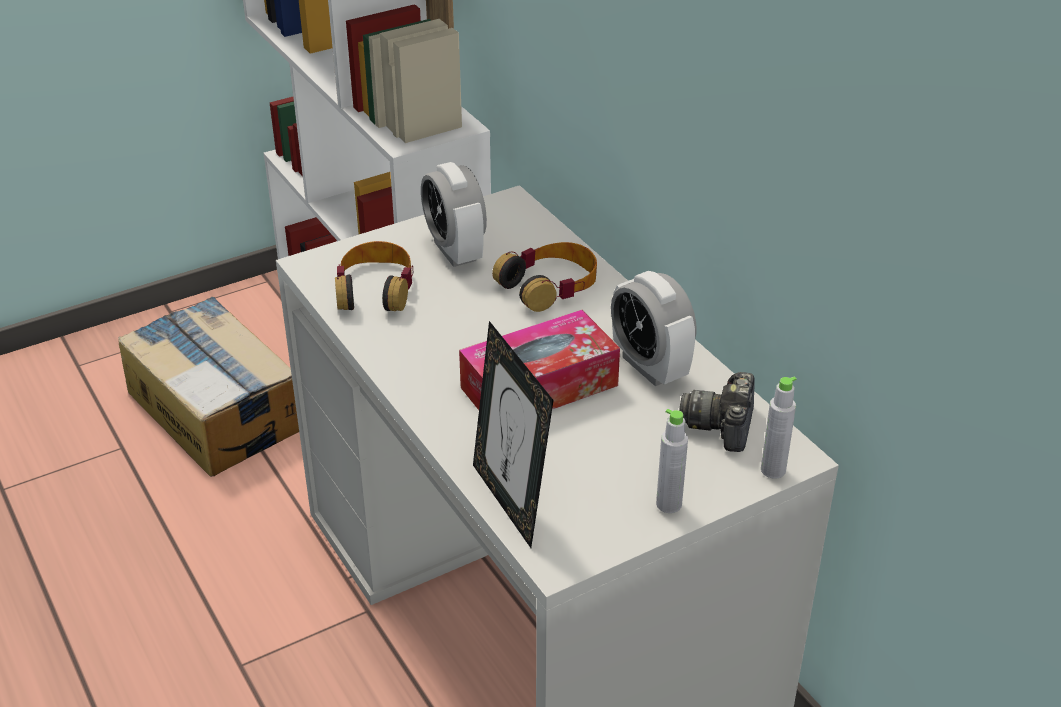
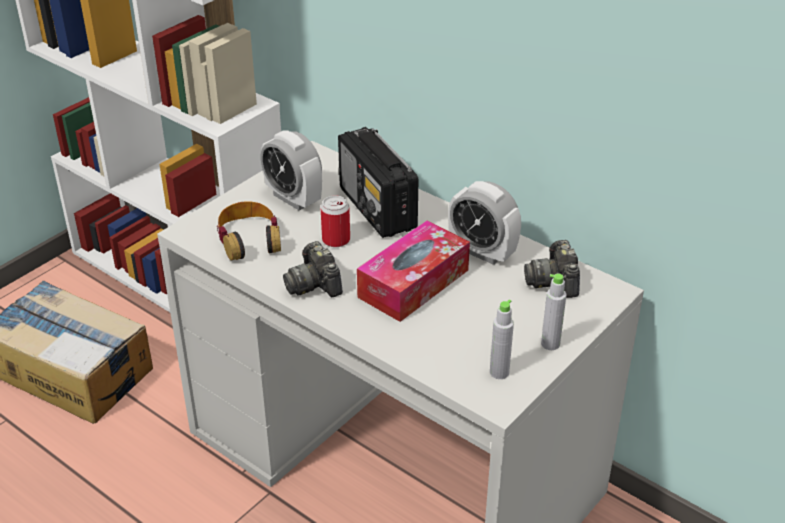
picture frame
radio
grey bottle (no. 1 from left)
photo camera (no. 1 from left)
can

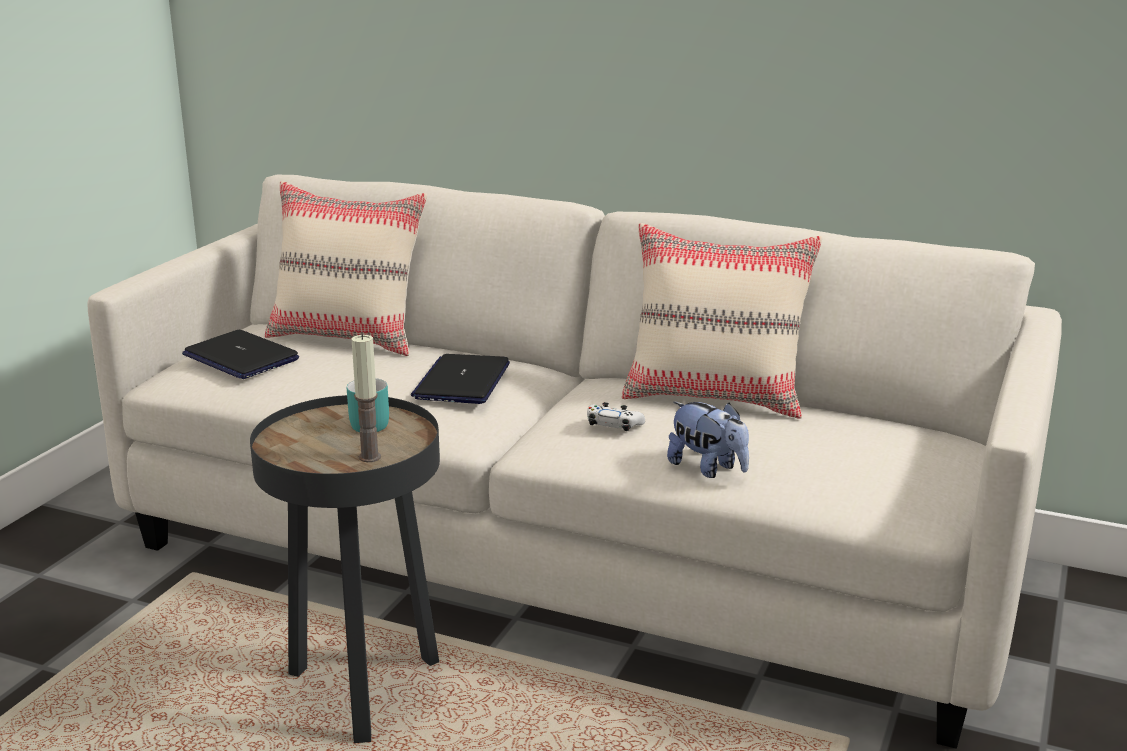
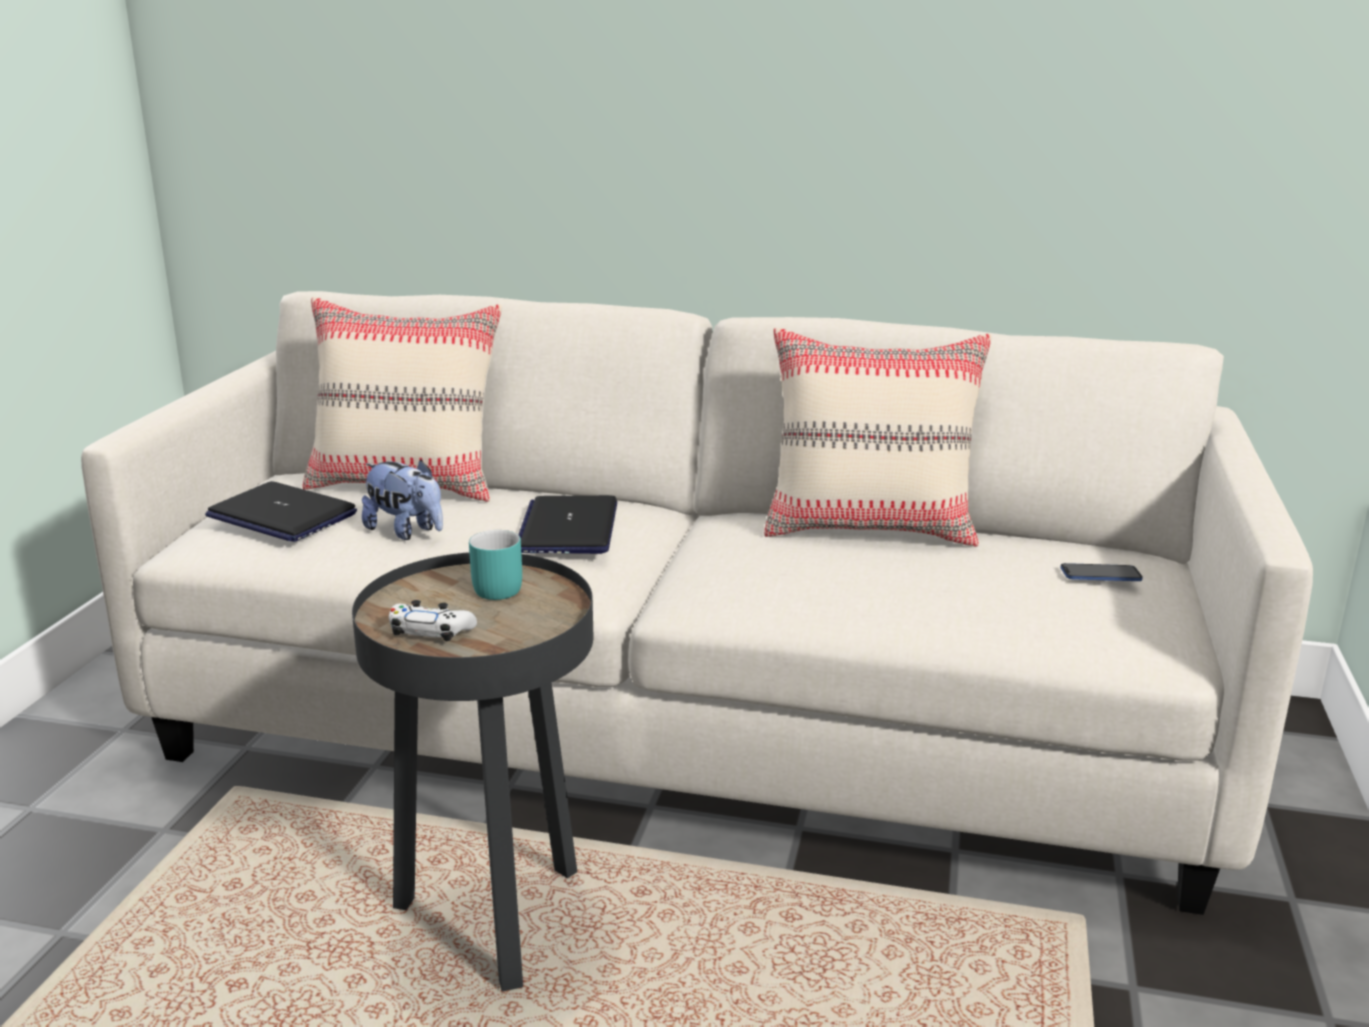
candle
white game controller
plush toy
phone

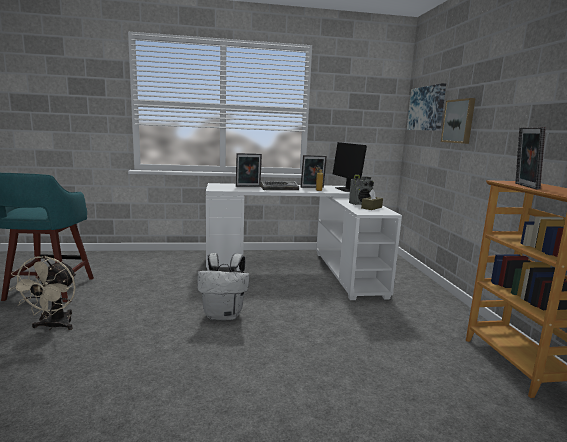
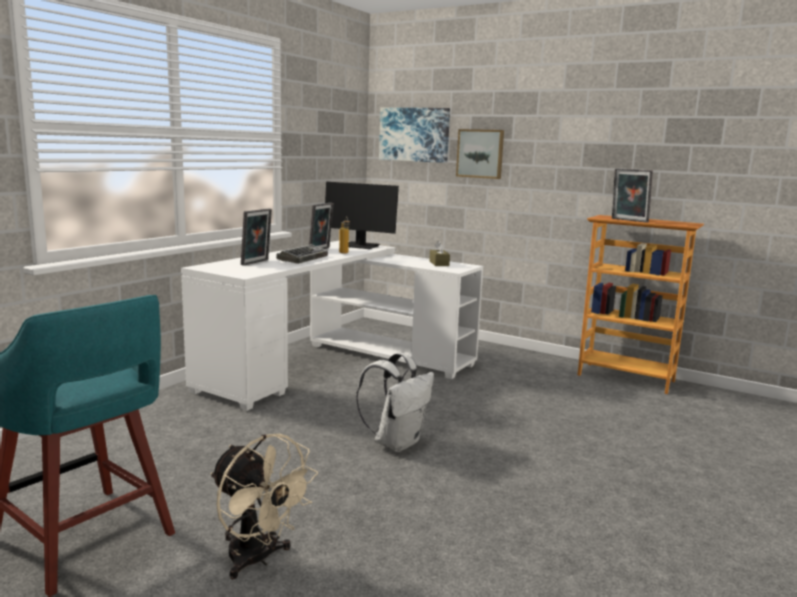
radio

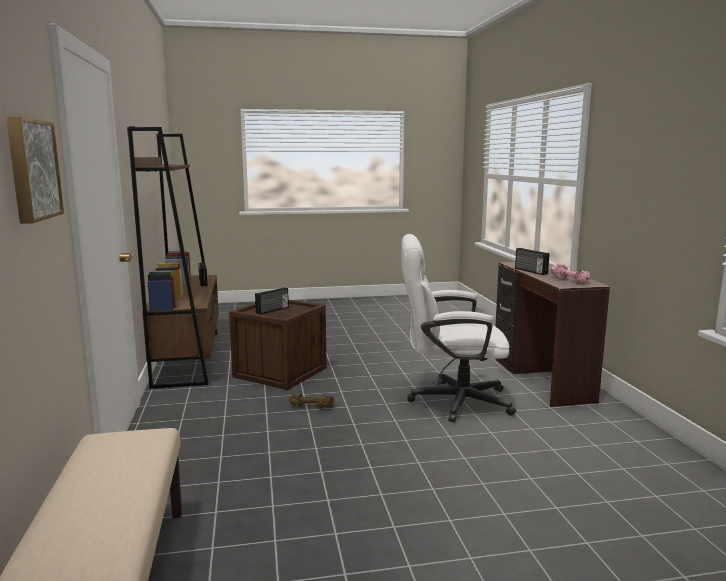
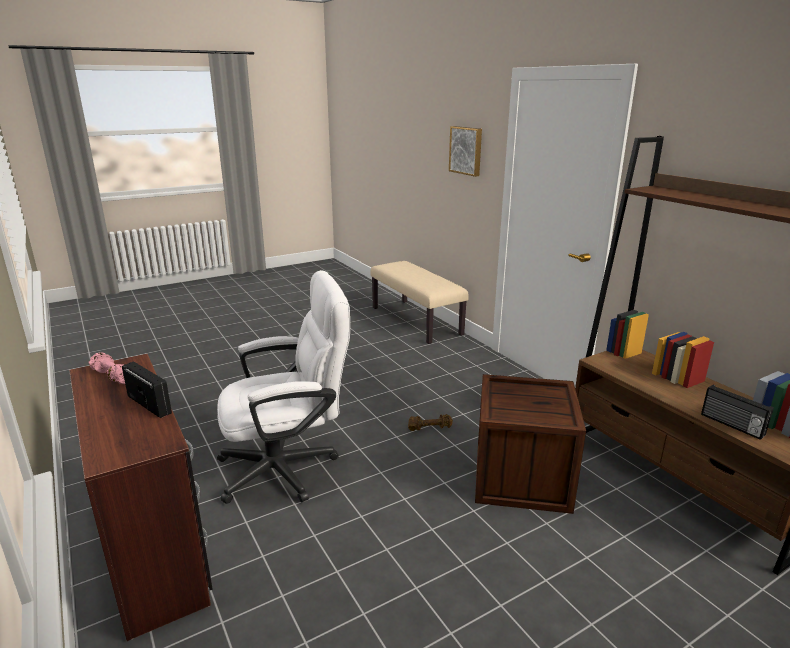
radio (no. 2 from left in the first image)

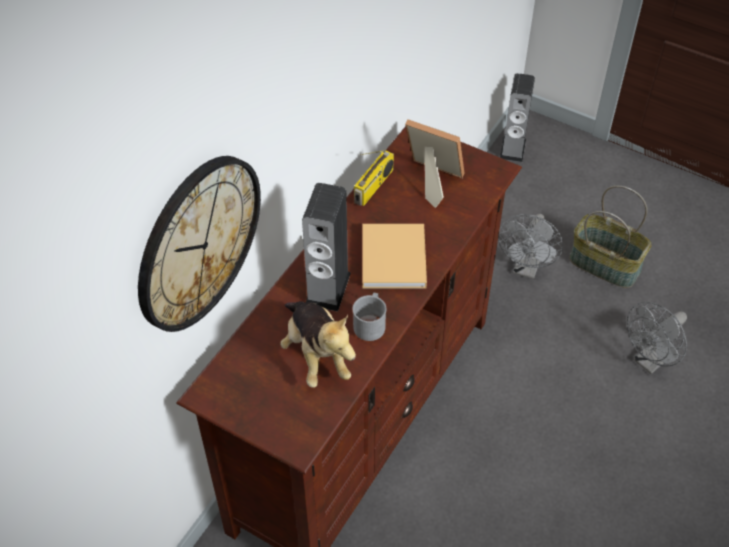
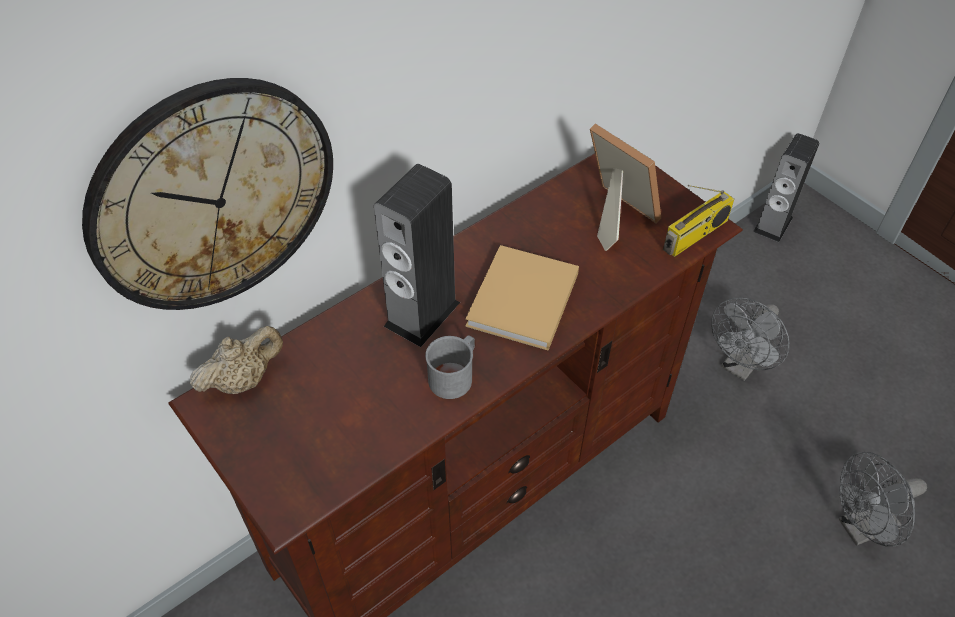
plush toy
radio
basket
beige teapot

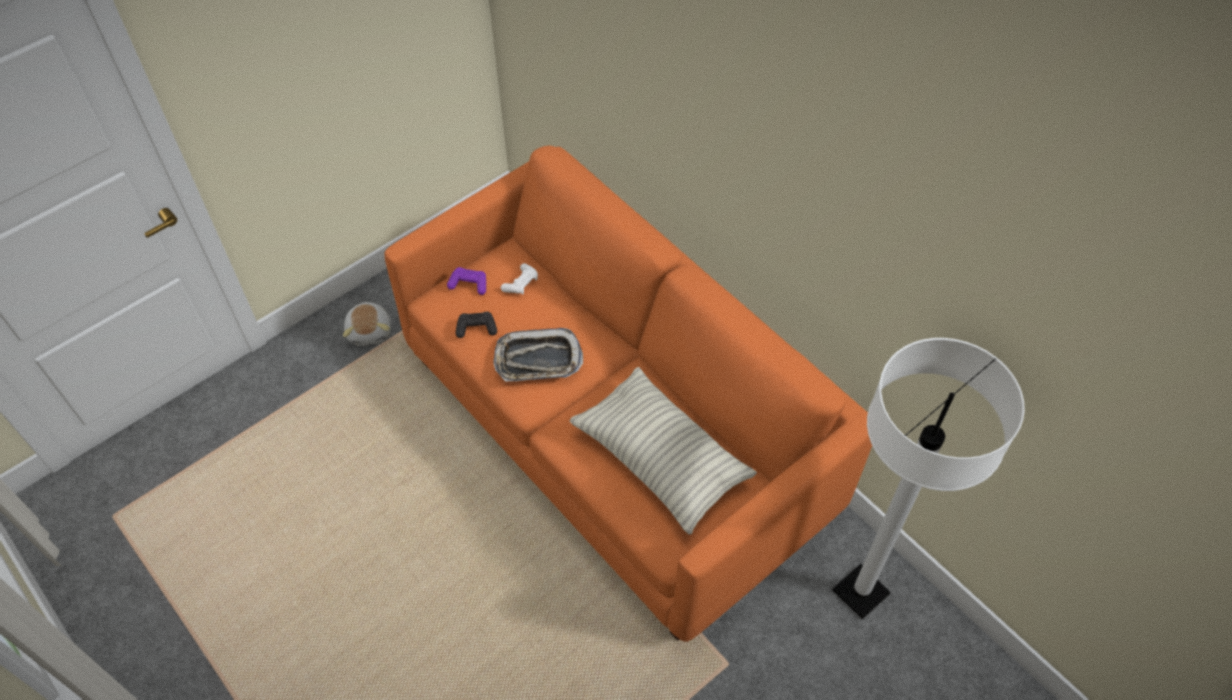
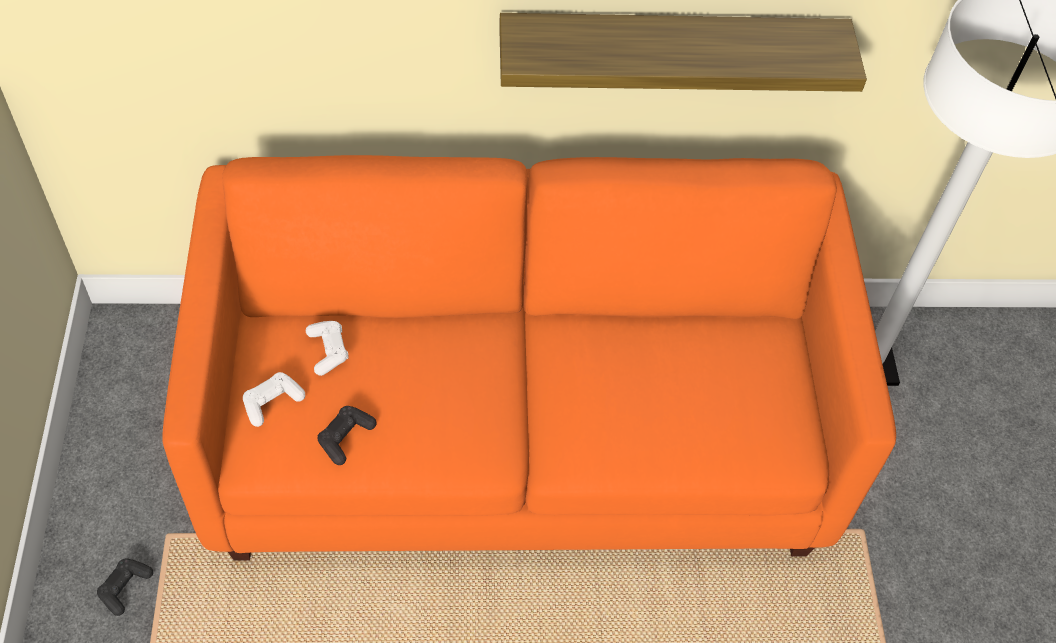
black game controller (no. 1 from left)
white game controller (no. 1 from left)
tray
pillow
shelf

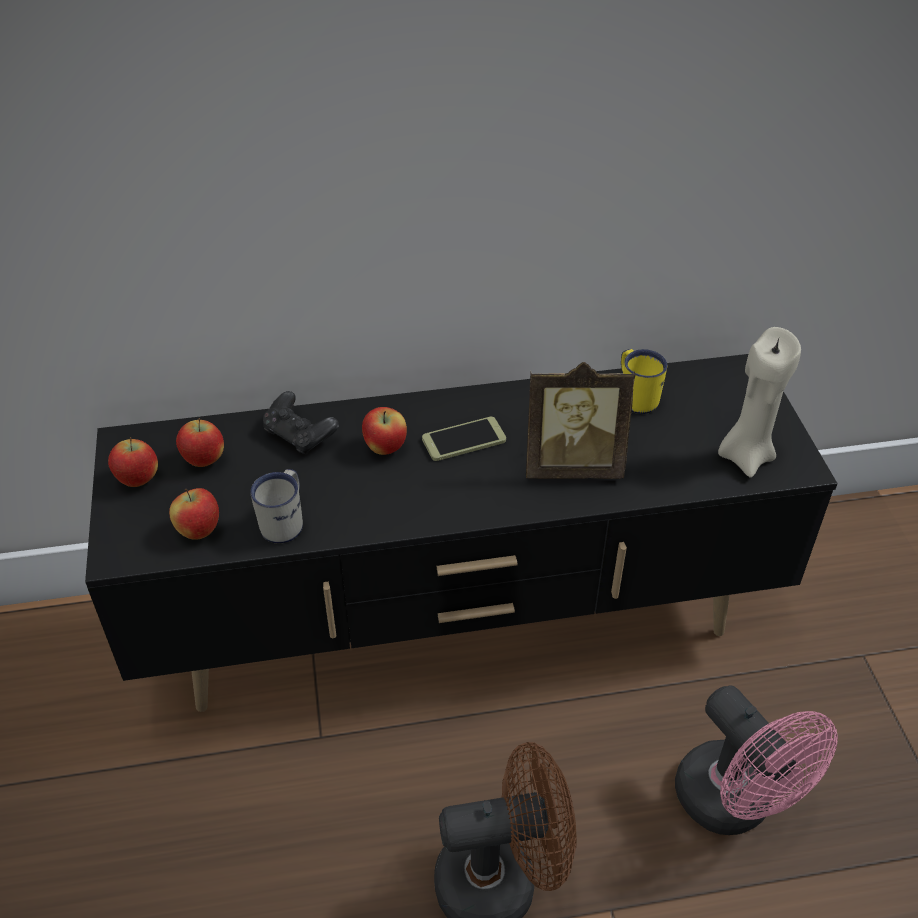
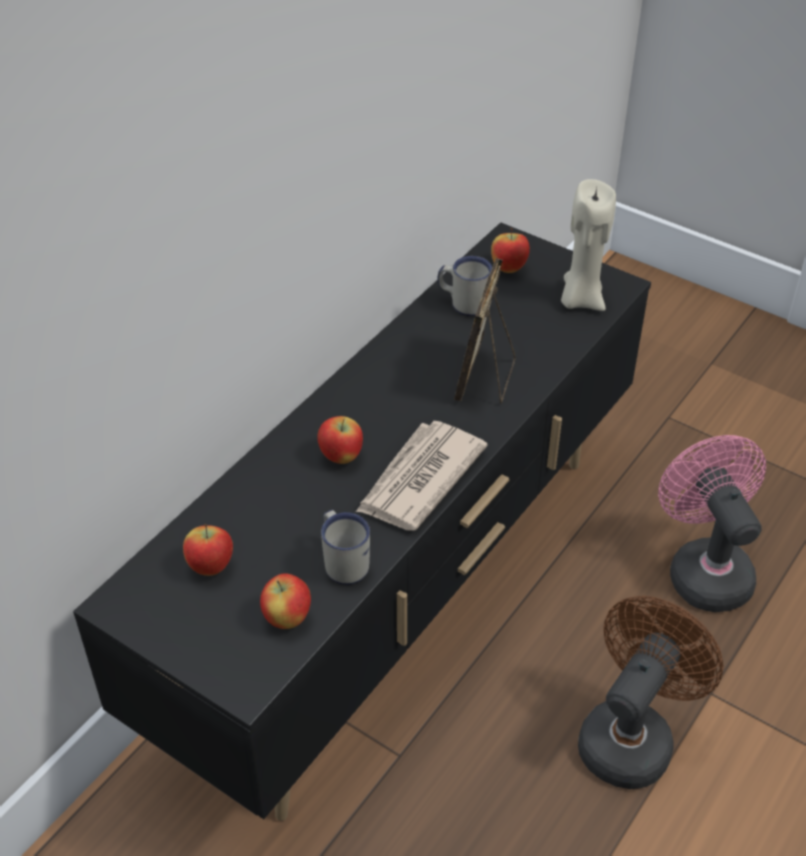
apple (no. 4 from left)
black game controller
phone
picture frame
white mug (no. 2 from left)
pink fan
newspaper

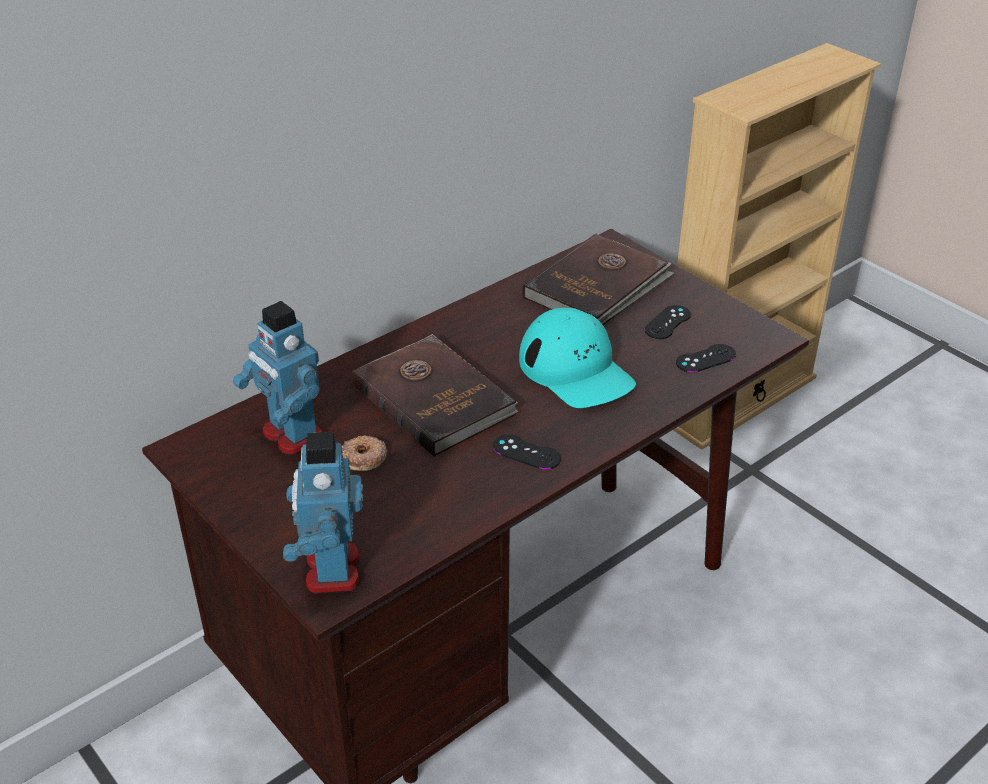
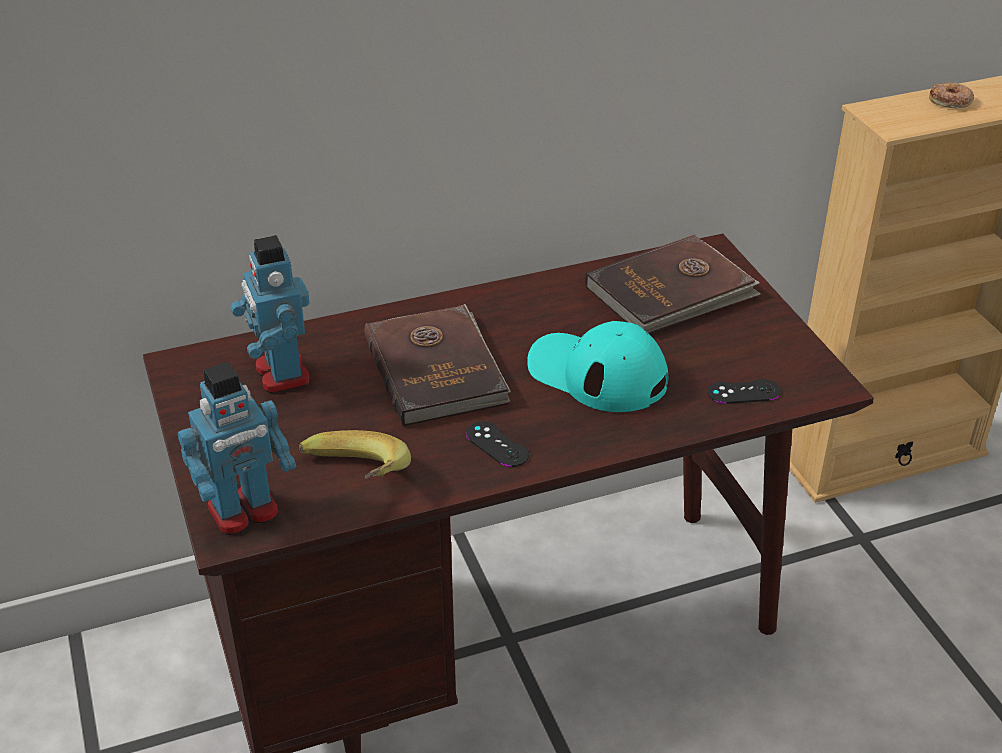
toy robot (no. 1 from left)
donut
turquoise cap
black game controller (no. 2 from left in the first image)
banana

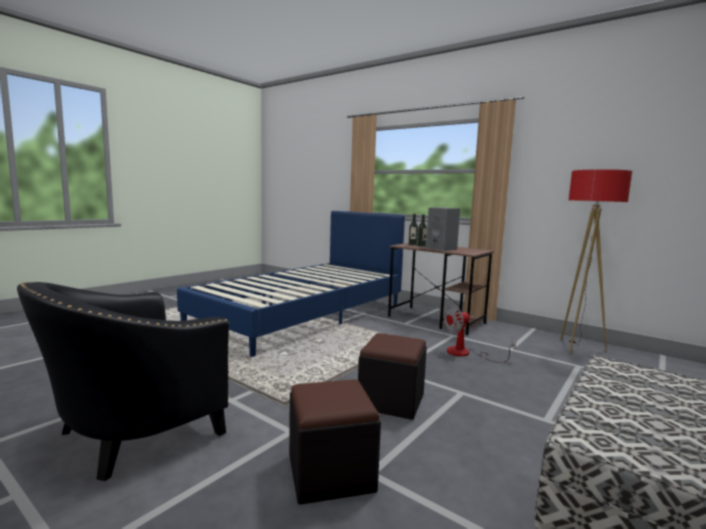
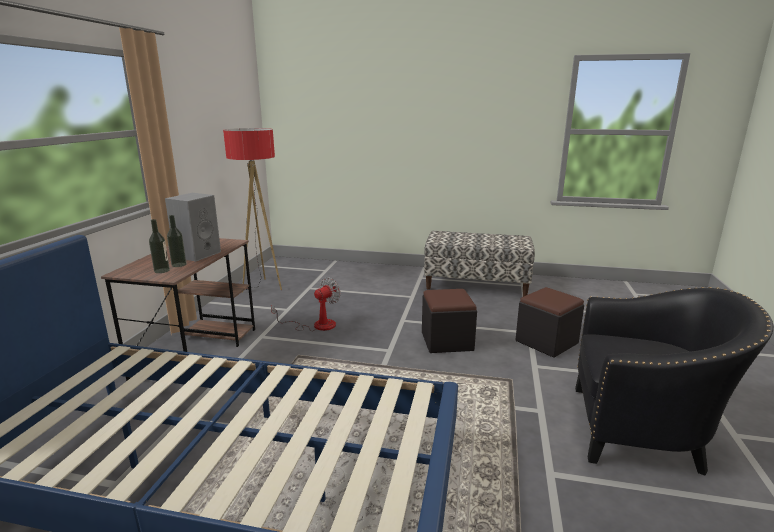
fan

